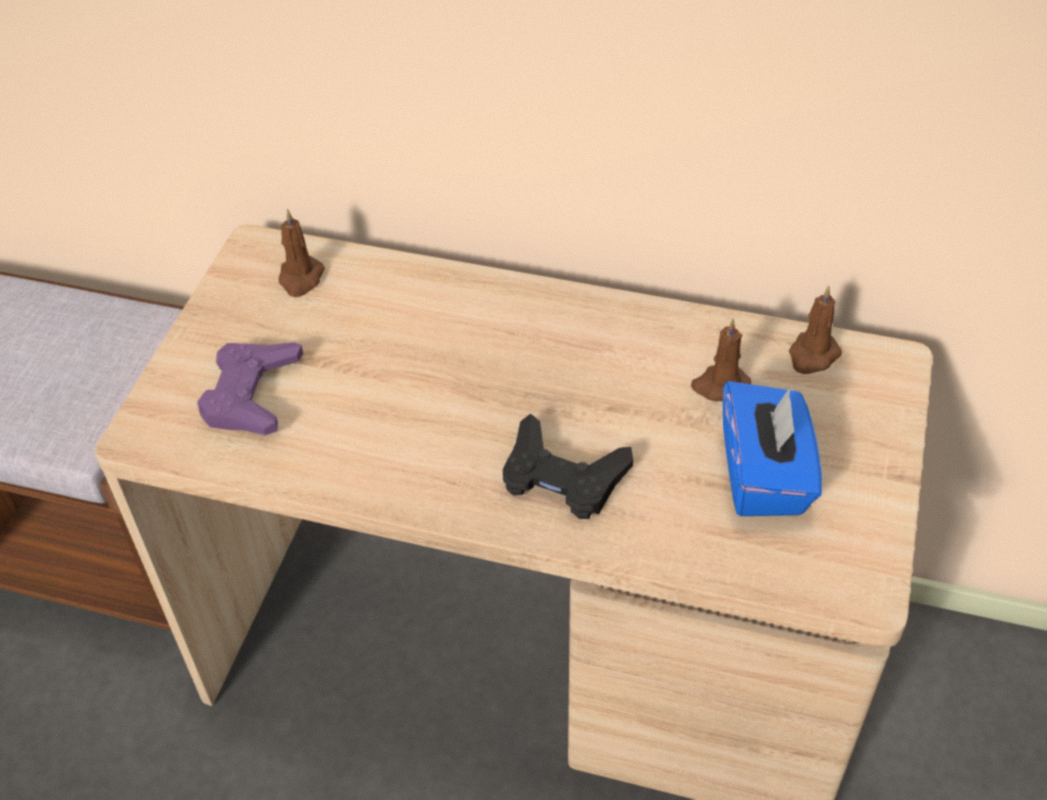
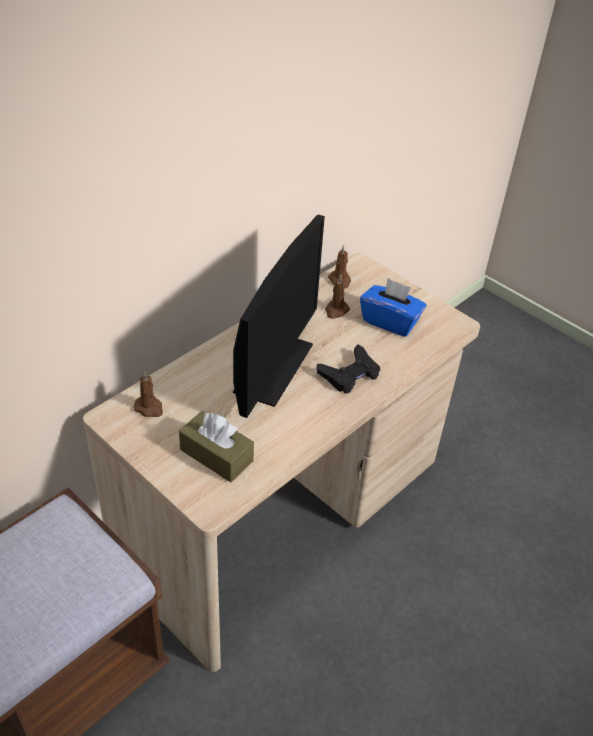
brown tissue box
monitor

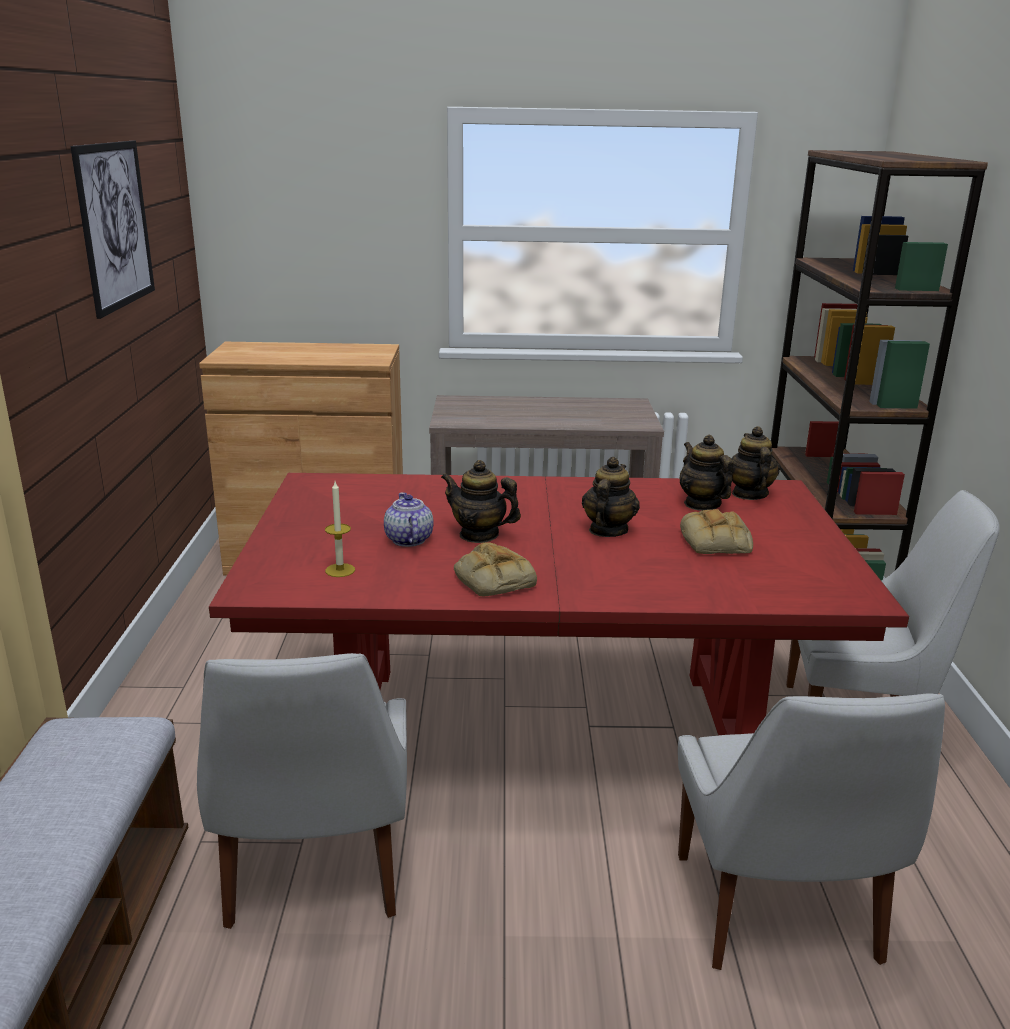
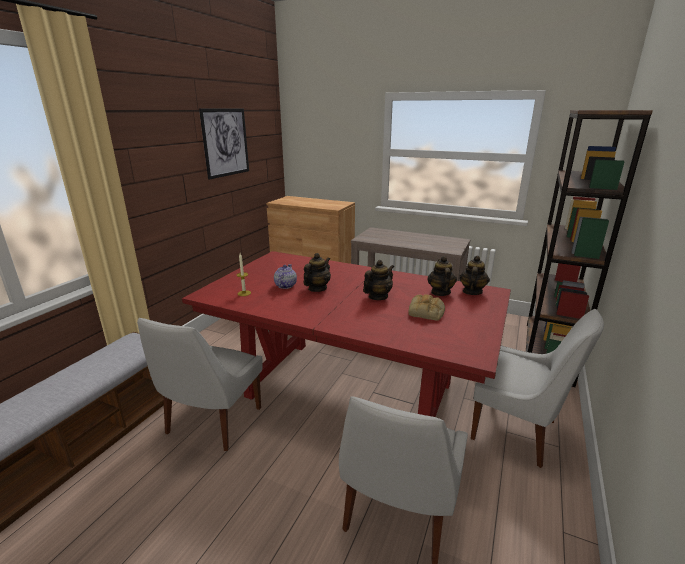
teapot (no. 2 from left)
bread (no. 1 from left in the first image)

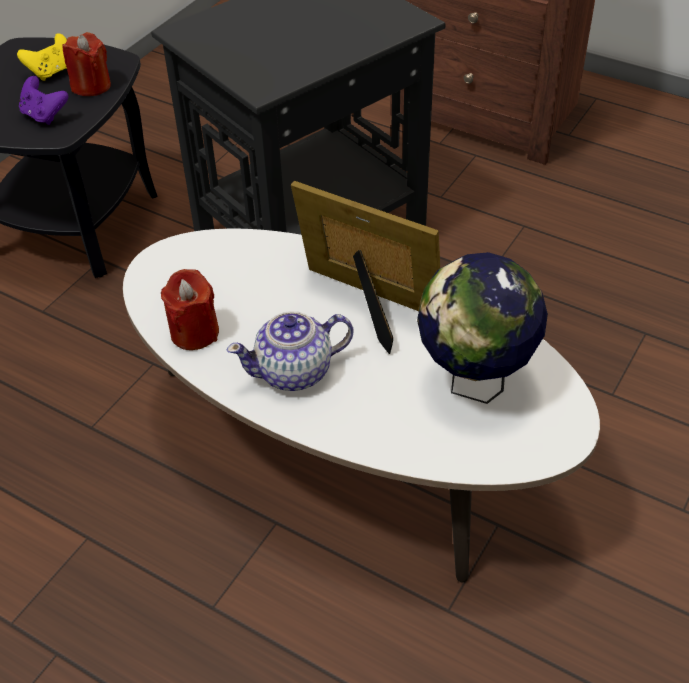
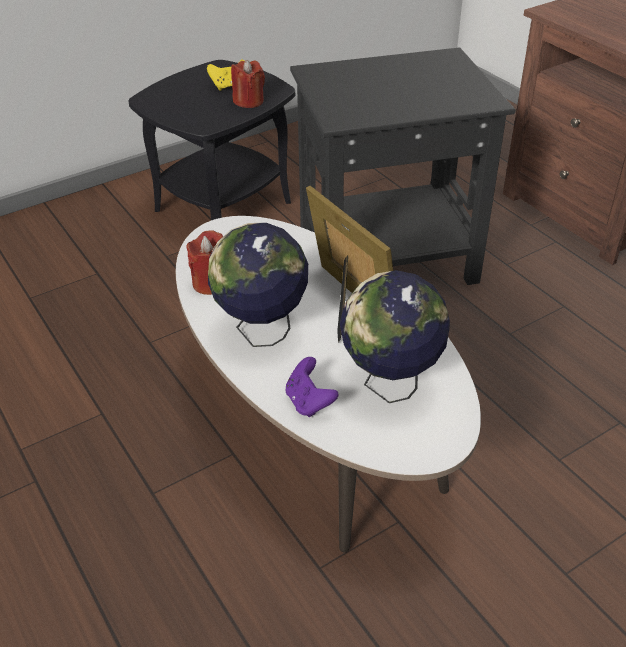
purple game controller
globe (no. 1 from left)

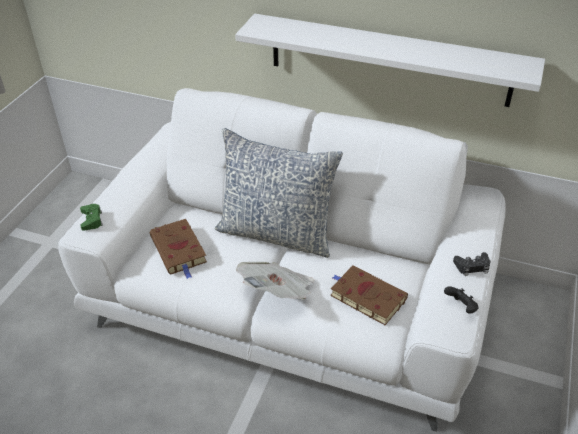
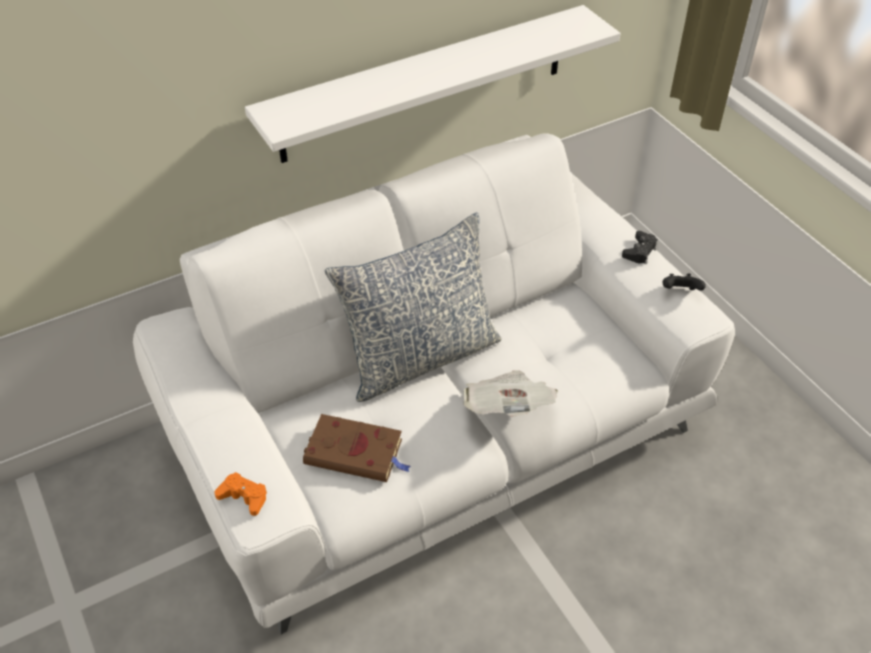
orange game controller
brown book (no. 2 from left in the first image)

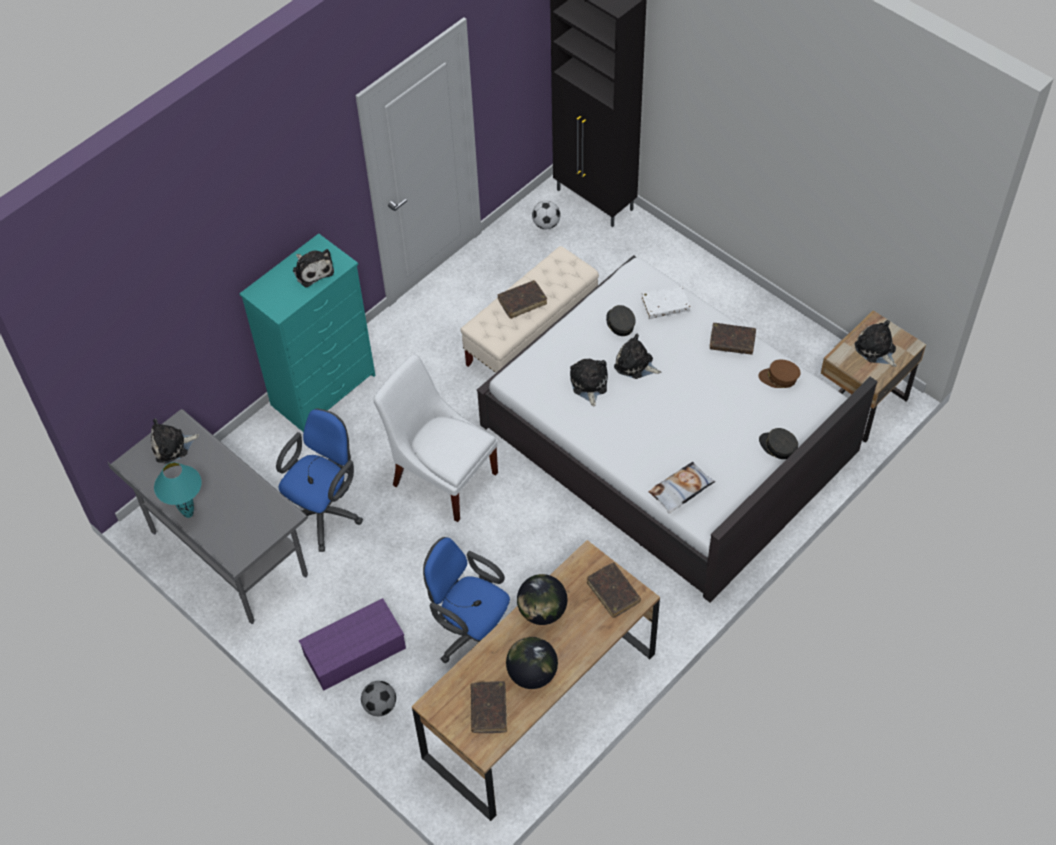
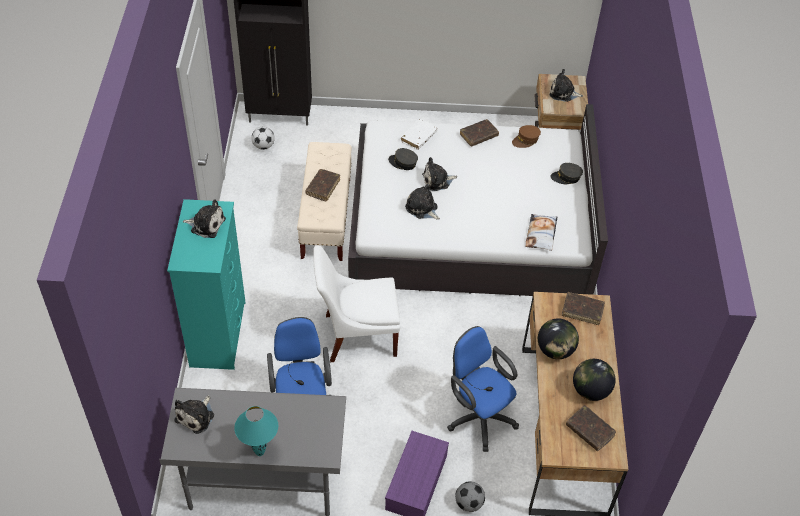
blue office chair (no. 2 from left)

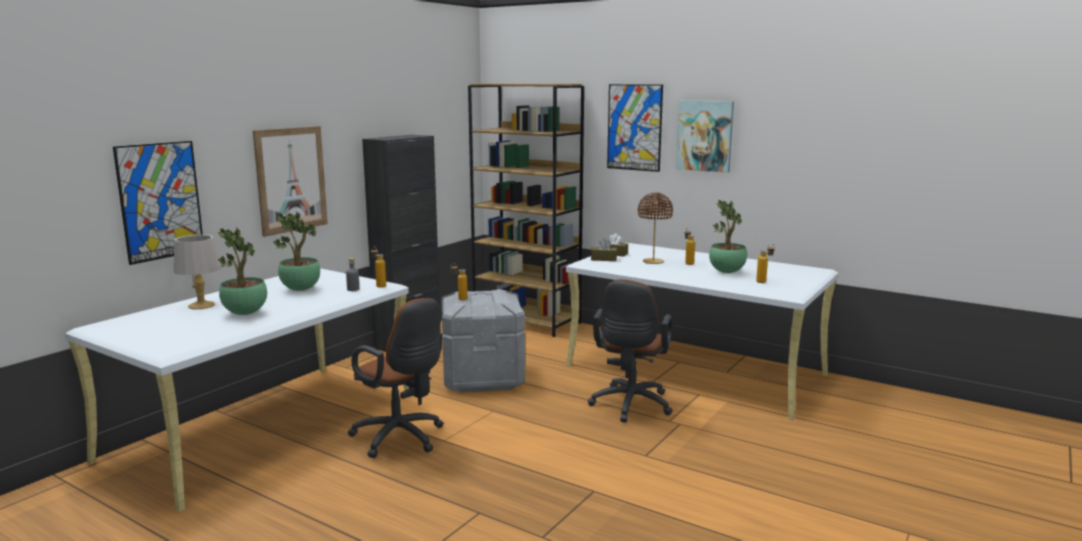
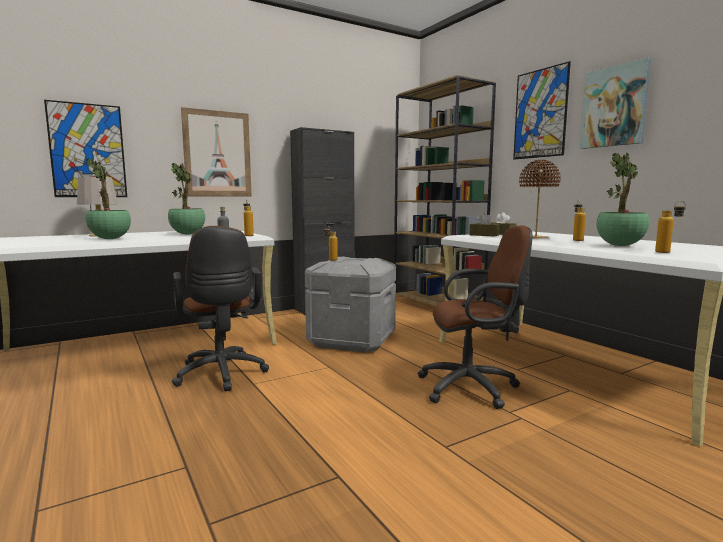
brown office chair (no. 2 from left)

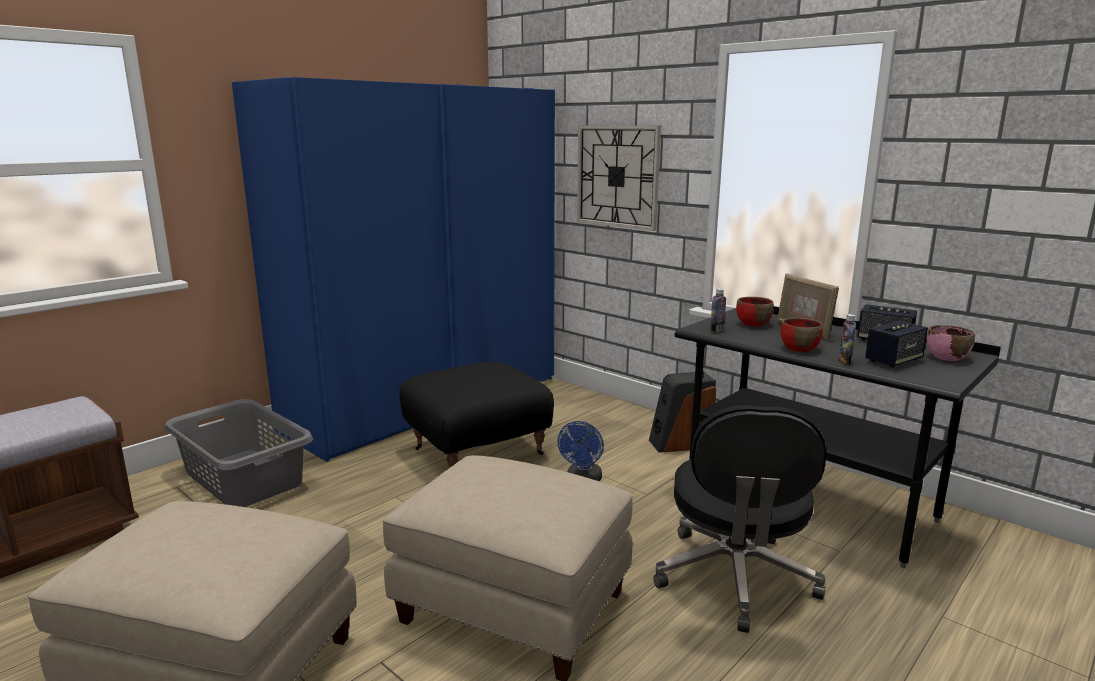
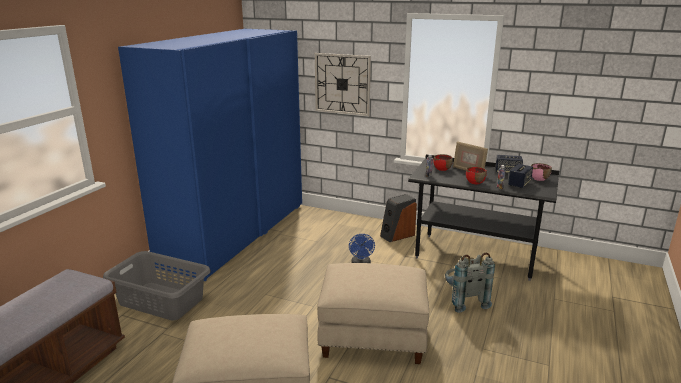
black ottoman
grey backpack

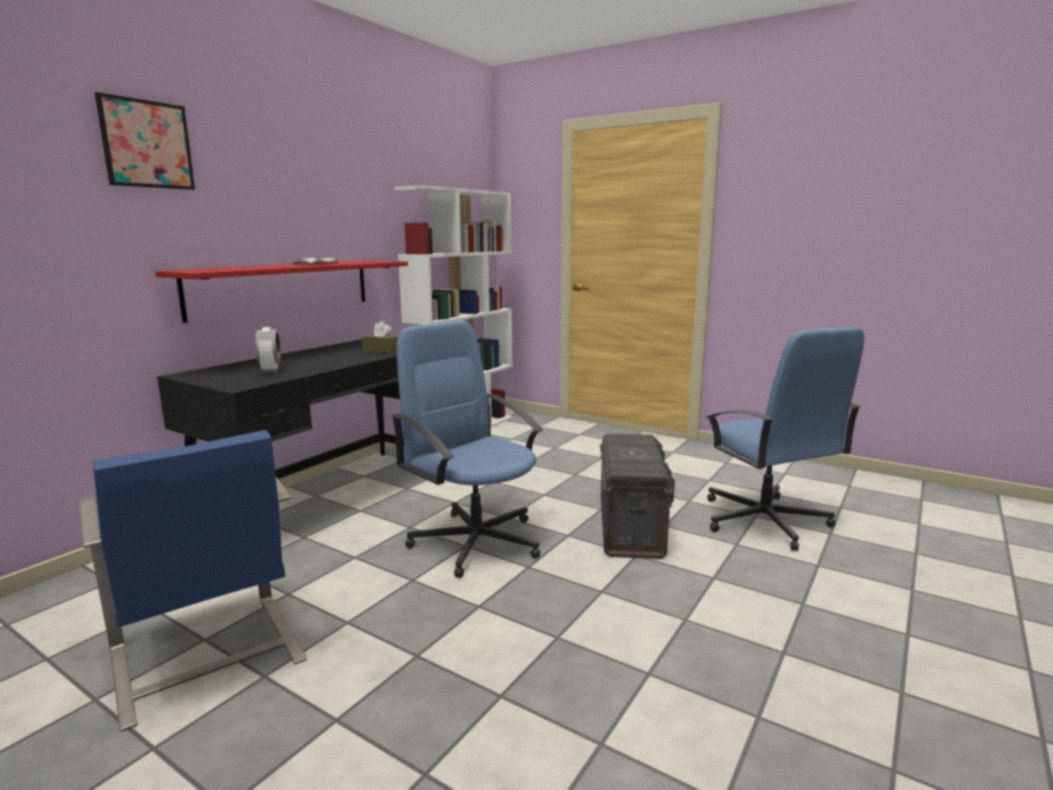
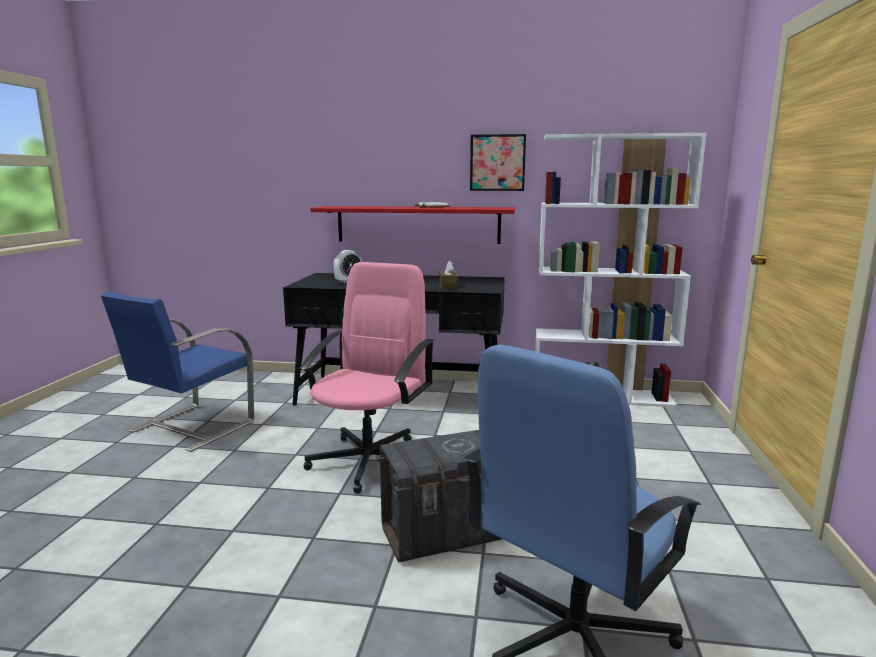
picture
pink office chair

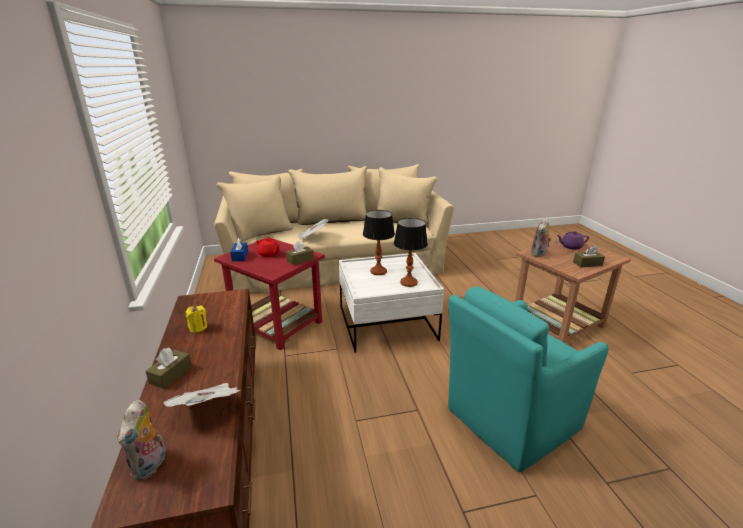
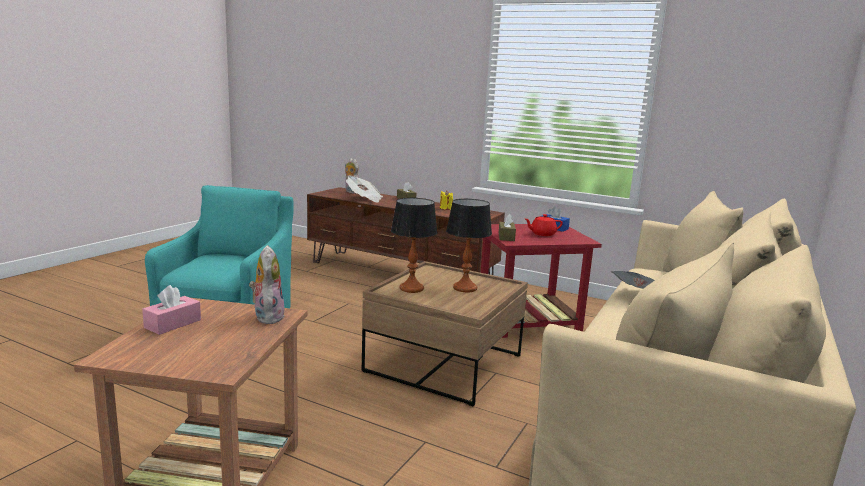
brown coffee table
purple teapot
pink tissue box

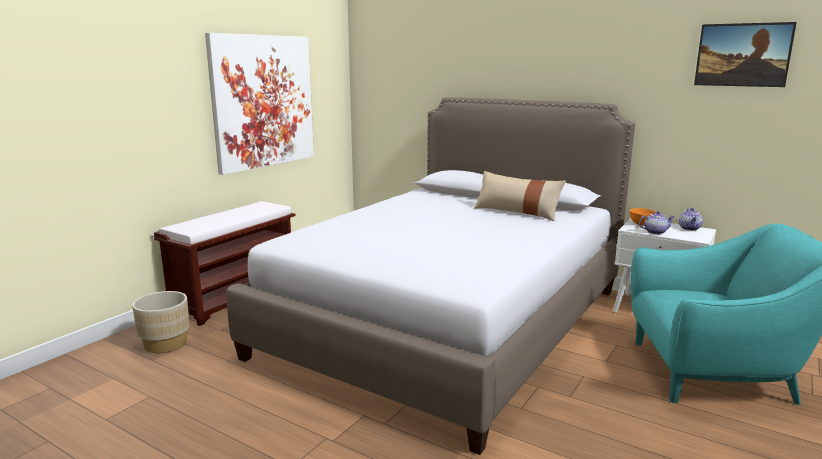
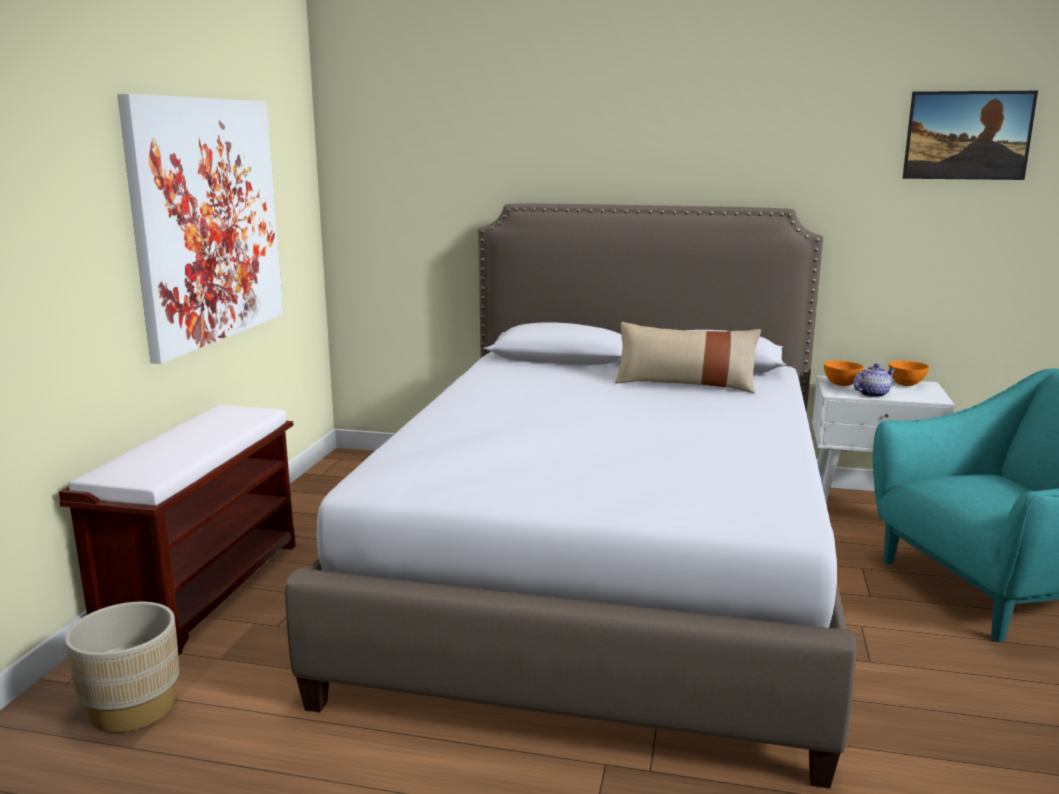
orange bowl (no. 2 from left)

